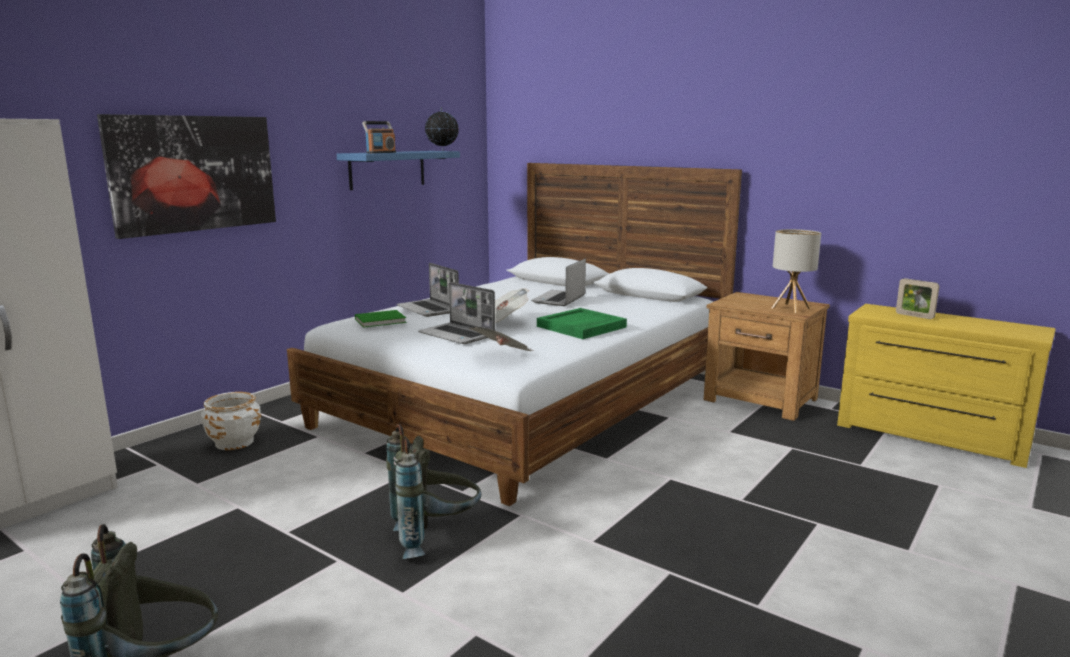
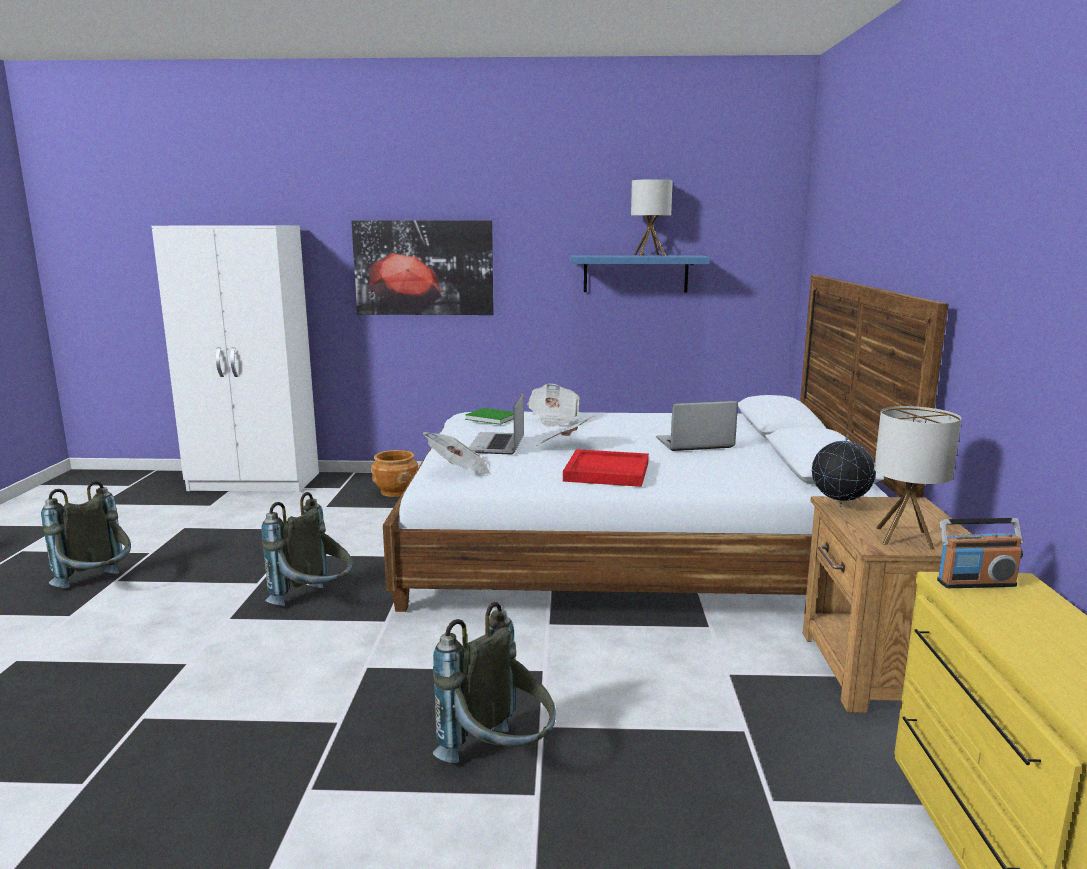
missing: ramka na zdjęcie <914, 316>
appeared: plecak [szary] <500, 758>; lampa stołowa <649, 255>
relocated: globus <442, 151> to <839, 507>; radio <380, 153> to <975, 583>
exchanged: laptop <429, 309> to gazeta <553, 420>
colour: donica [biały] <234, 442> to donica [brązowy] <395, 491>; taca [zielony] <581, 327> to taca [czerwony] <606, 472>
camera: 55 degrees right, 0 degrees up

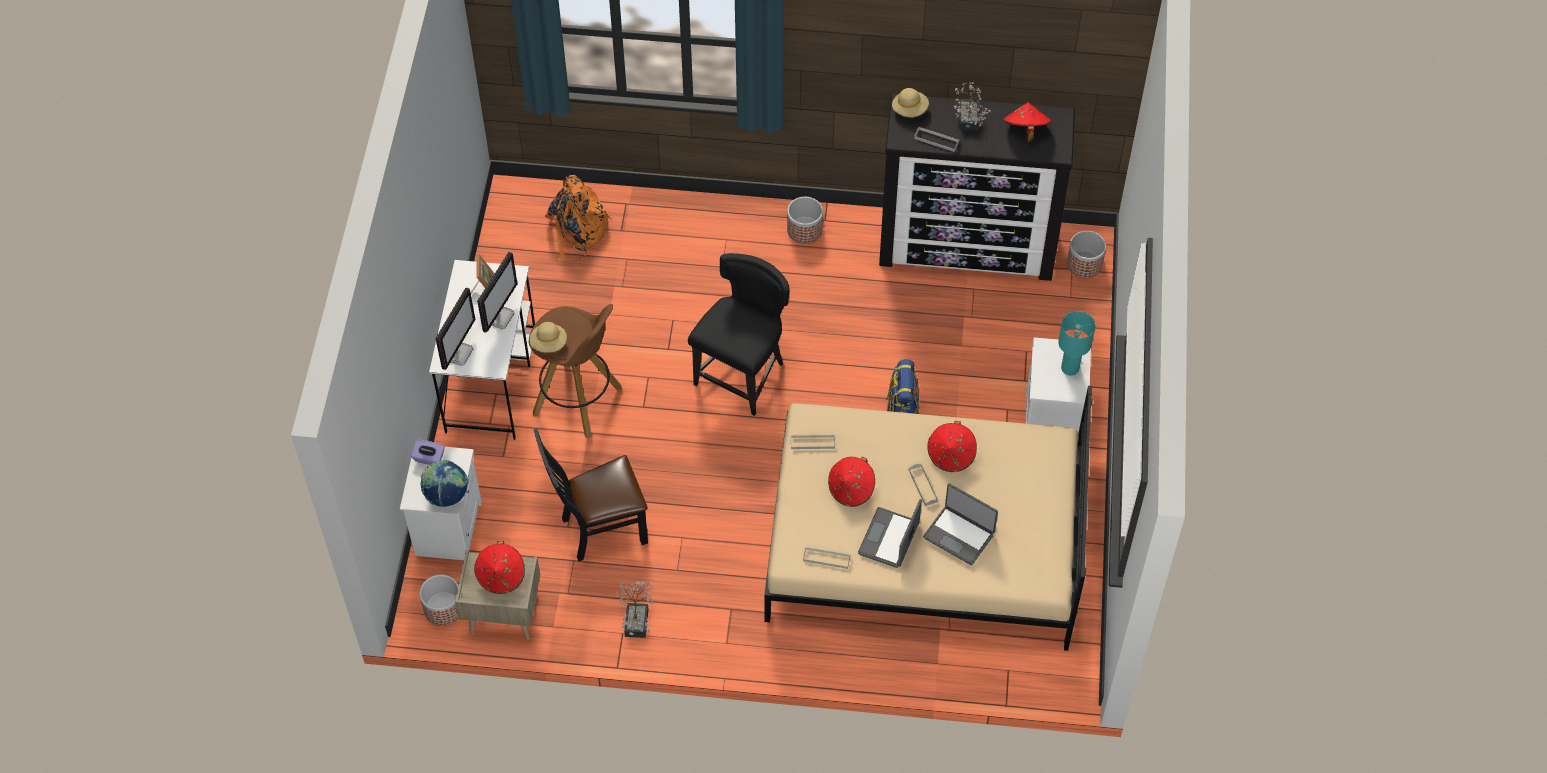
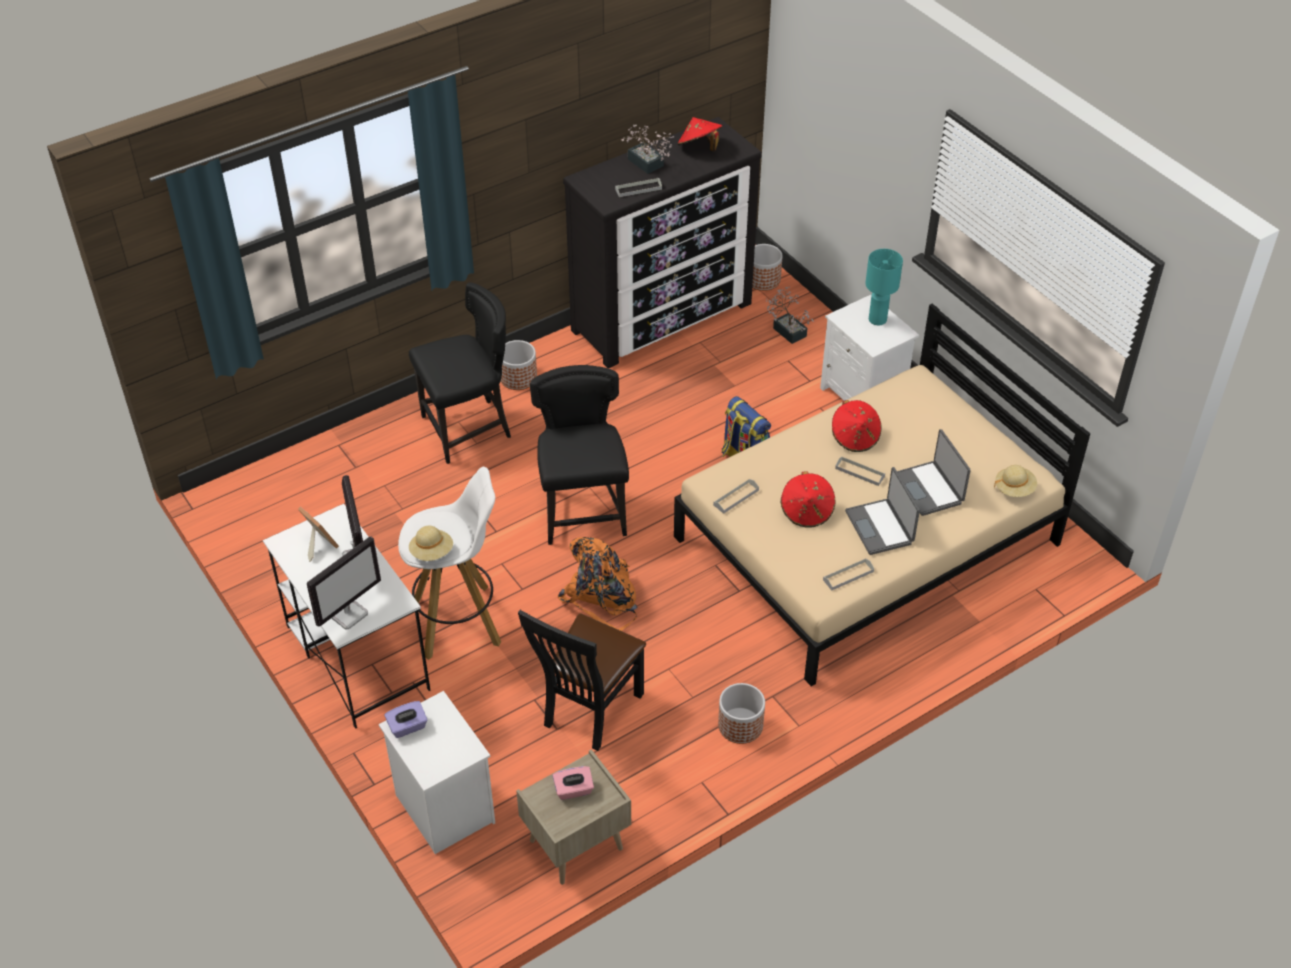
missing: globus <447, 496>
appeared: krzesło [czarny] <469, 429>
relocated: plecak [pomarańczowy] <577, 231> to <602, 599>; donica <443, 608> to <740, 725>; roślina doniczkowa <637, 619> to <787, 330>; kapelusz [beżowy] <910, 109> to <1014, 489>
exchanged: kapelusz [czerwony] <501, 576> to pudełko chusteczek [różowy] <573, 790>
colour: stołek [brązowy] <579, 402> to stołek [biały] <459, 621>
spun: monitor <457, 352> = <348, 613> 60 degrees clockwise; laptop <959, 535> = <929, 489> 75 degrees clockwise
camera: 40 degrees left, 10 degrees down

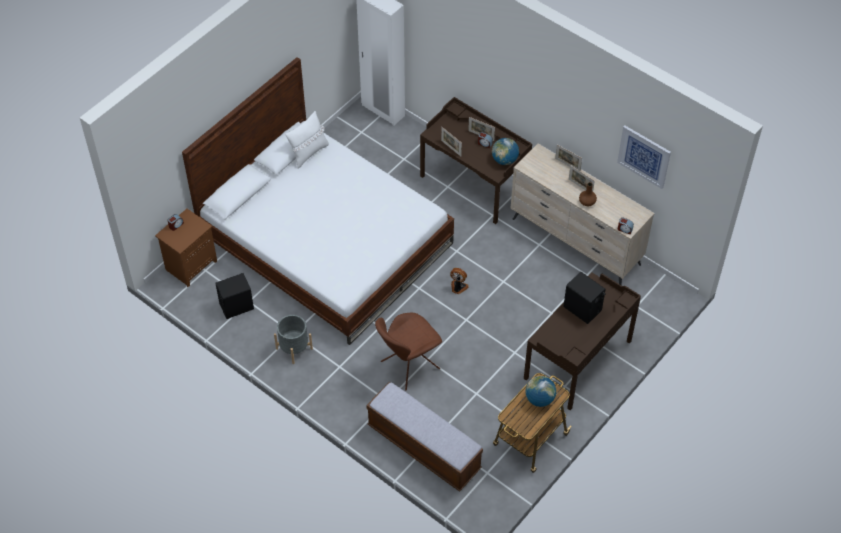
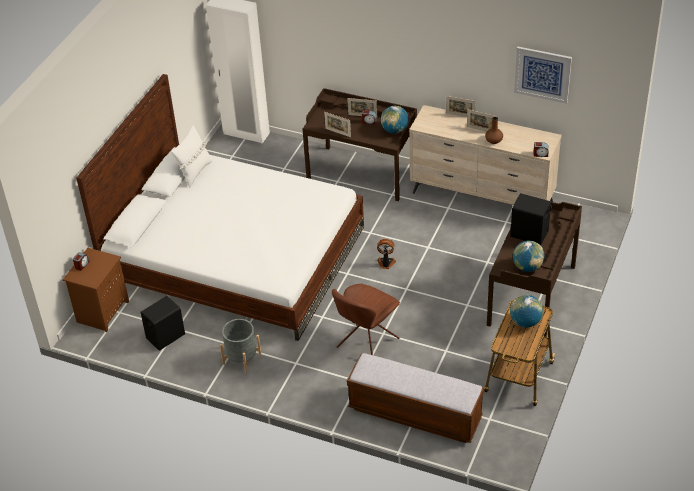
appeared: globus <527, 267>
camera: 15 degrees left, 10 degrees down

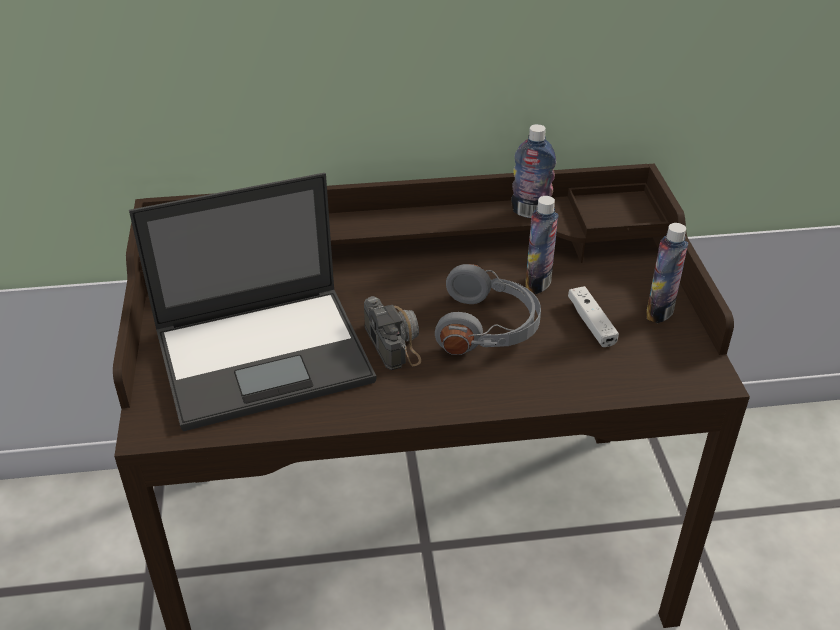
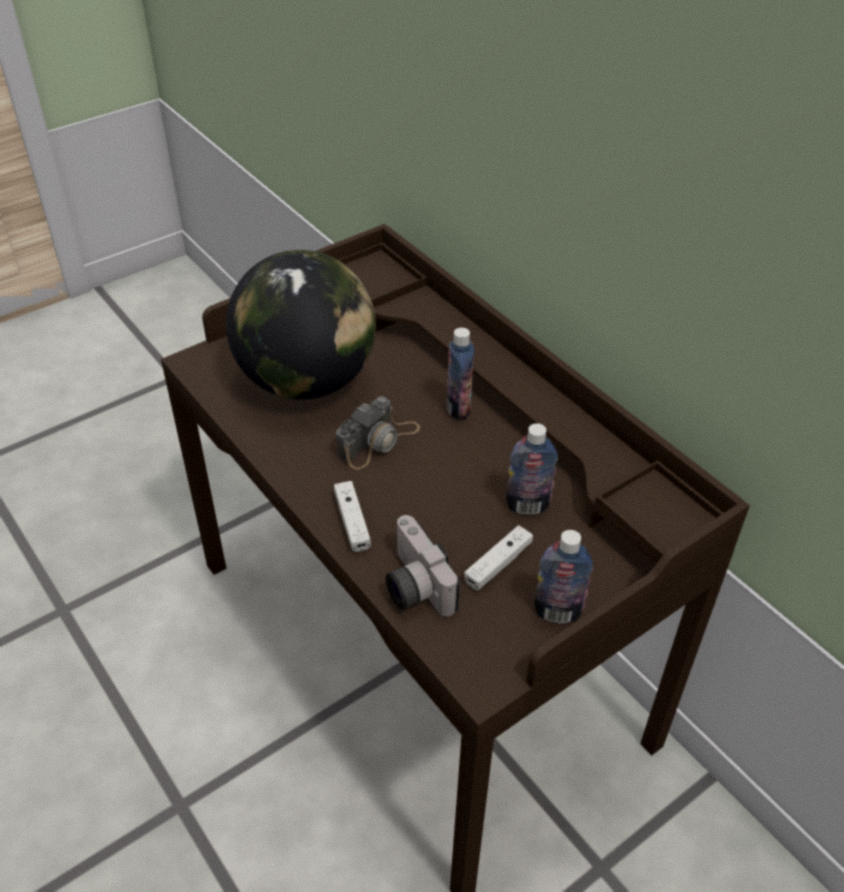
missing: słuchawki [szary] <488, 328>
appeared: pad do gier [biały] <352, 522>; aparat fotograficzny <412, 586>
relocated: butelka <530, 212> to <458, 408>
exchanged: laptop <266, 355> to globus <306, 381>
camera: 60 degrees right, 5 degrees up

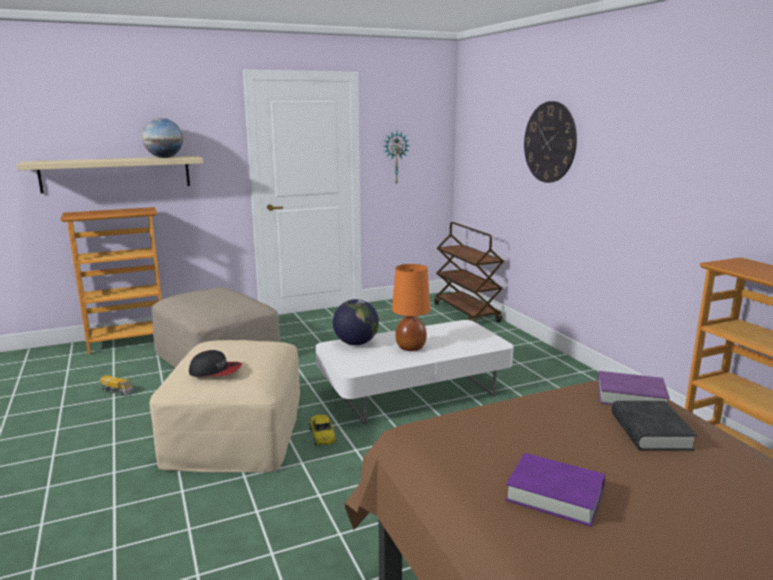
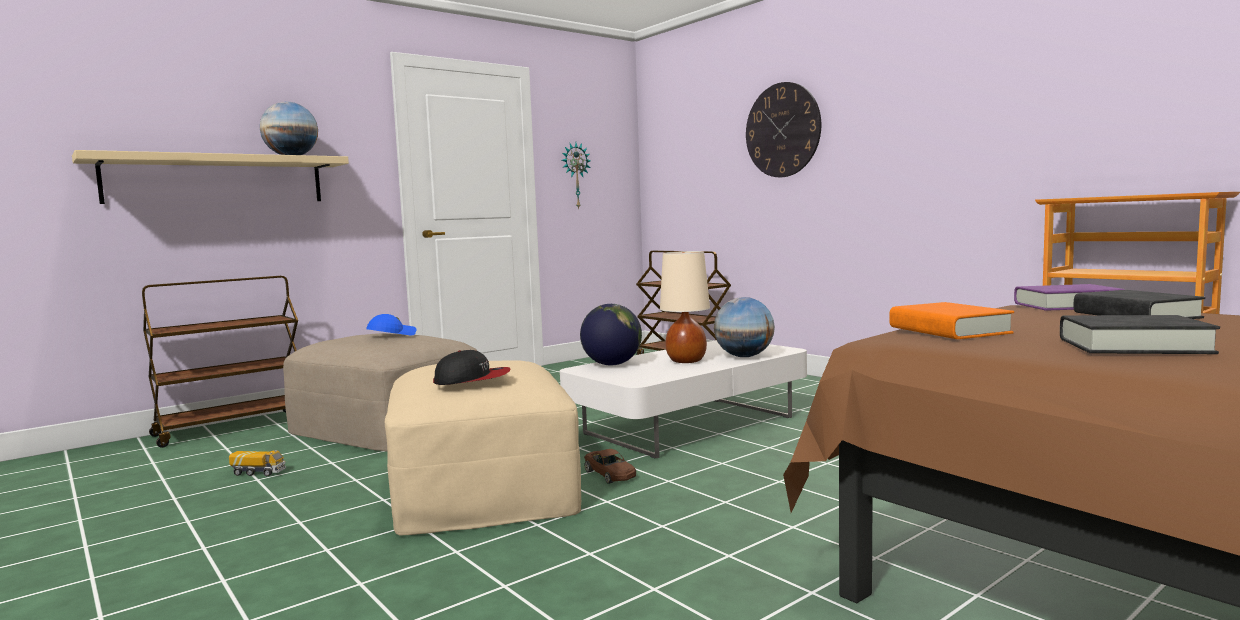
appeared: czapka z daszkiem [niebieski] <392, 335>; globus <744, 356>; książka [pomarańczowy] <948, 330>
exchanged: regał <128, 342> to wózek [brązowy] <232, 427>
colour: samochodzik [żółty] <322, 435> to samochodzik [brązowy] <609, 474>; lampa stołowa [pomarańczowy] <411, 347> to lampa stołowa [beżowy] <686, 361>; książka [fioletowy] <555, 494> to książka [czarny] <1133, 346>
camera: 15 degrees left, 10 degrees down

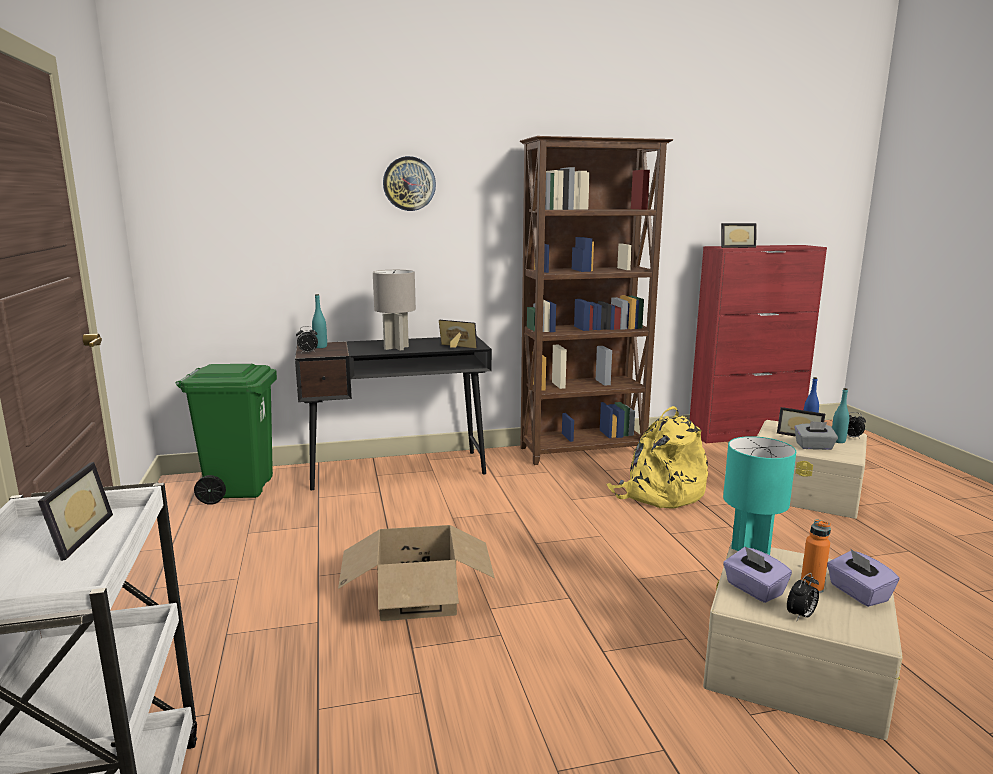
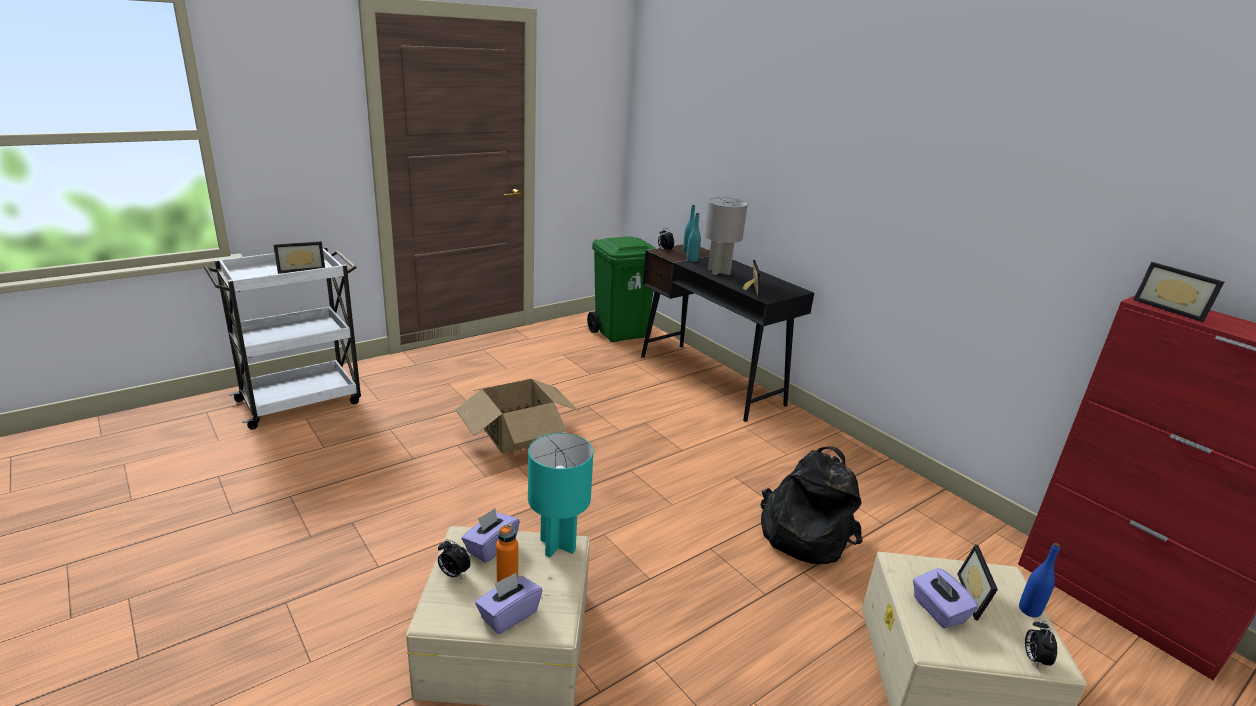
missing: zegar ścienny <409, 183>; regał [brązowy] <584, 451>
relocated: butelka [turkusowy] <838, 441> to <692, 260>
colour: plecak [żółty] <659, 494> to plecak [czarny] <802, 533>; pudełko chusteczek [szary] <814, 447> to pudełko chusteczek [fioletowy] <938, 610>
camera: 65 degrees right, 10 degrees up

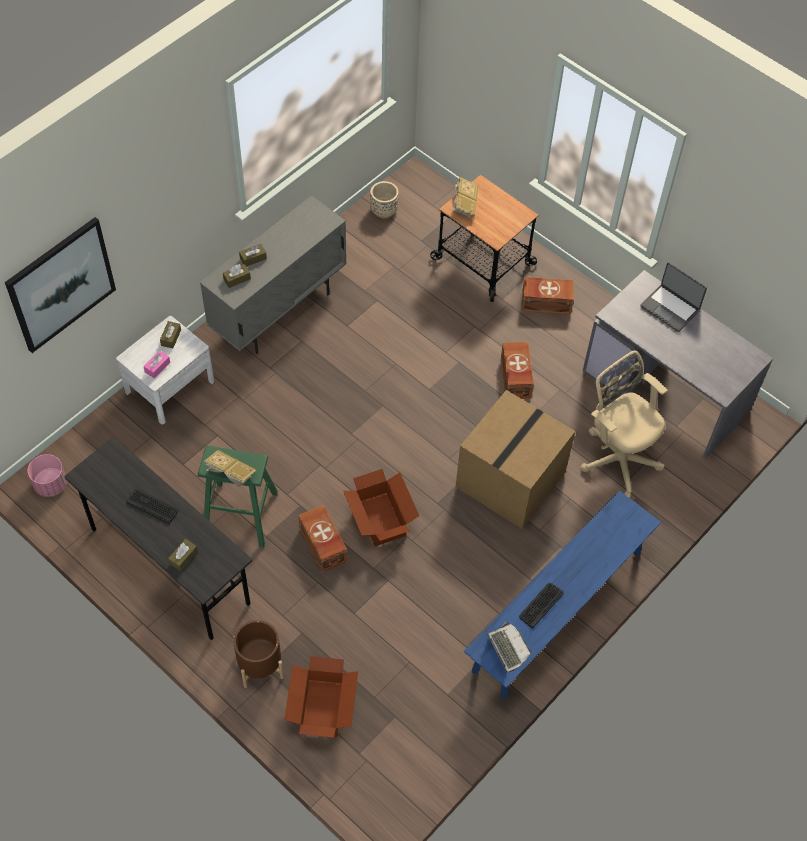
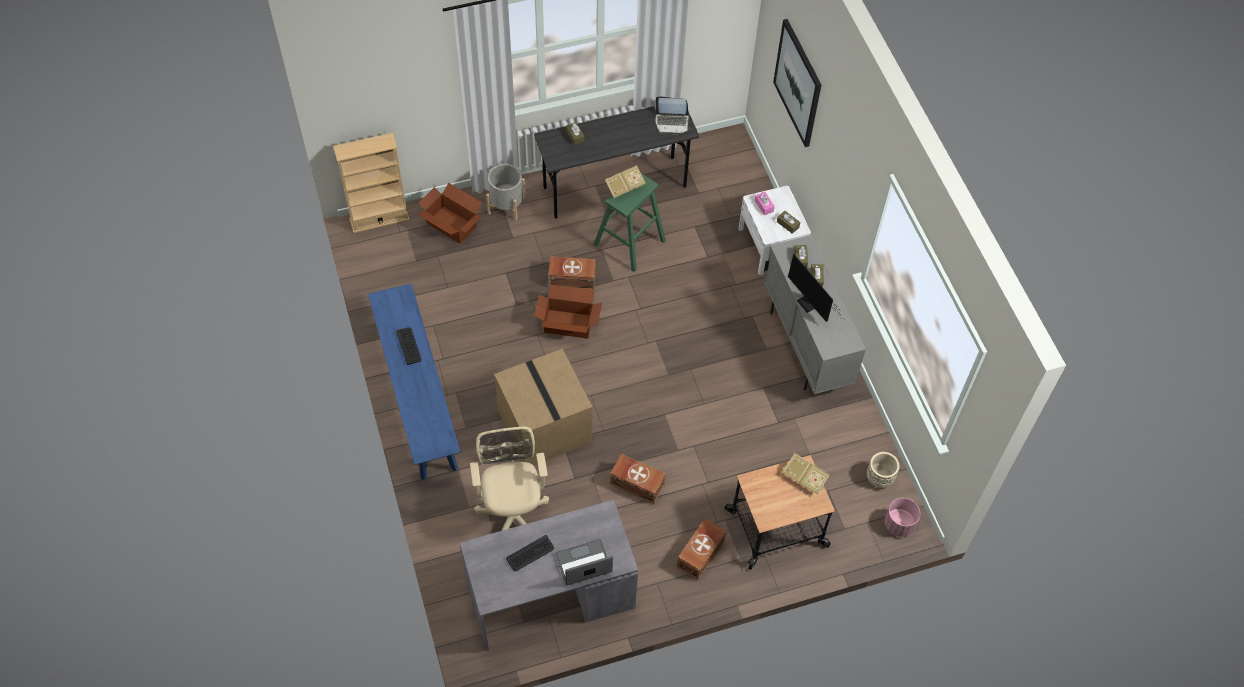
appeared: regał [beżowy] <379, 219>; monitor <810, 305>
relocated: klawiatura <152, 506> to <530, 553>; laptop <506, 648> to <672, 122>; donica [różowy] <50, 484> to <899, 524>
colour: donica [brązowy] <260, 664> to donica [szary] <507, 205>
spun: krzesło biurowe [beżowy] <617, 457> = <513, 515> 90 degrees counterclockwise
camera: 120 degrees right, 0 degrees up

